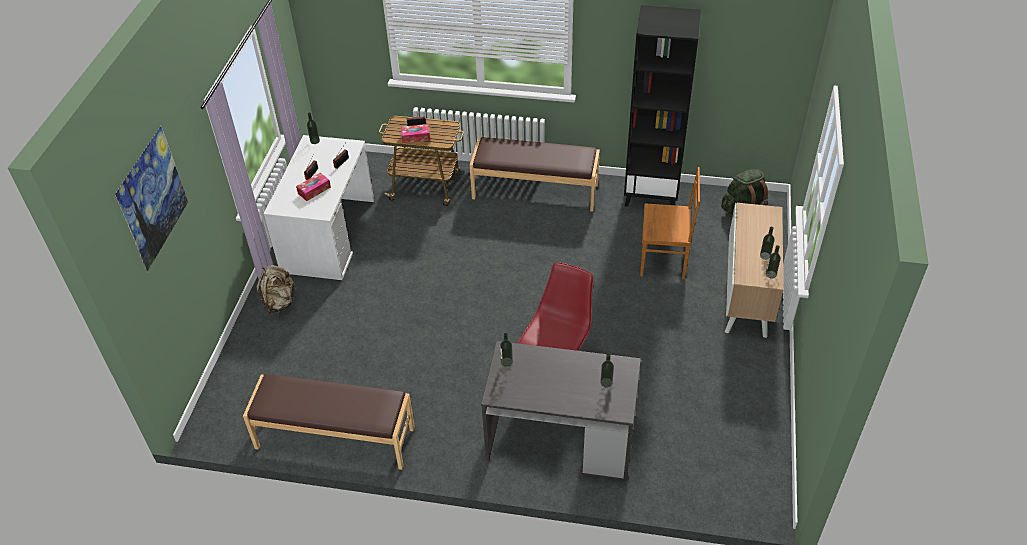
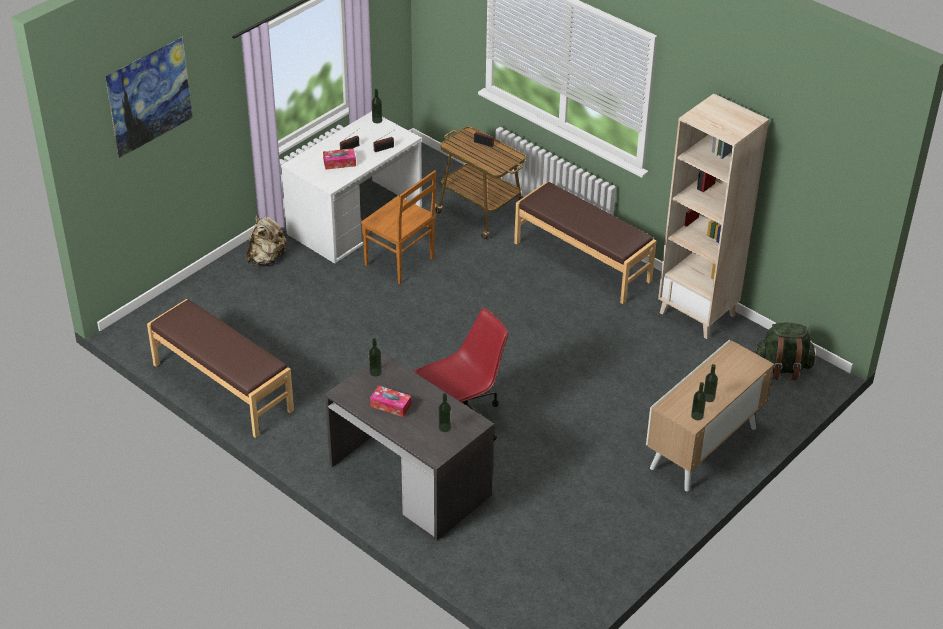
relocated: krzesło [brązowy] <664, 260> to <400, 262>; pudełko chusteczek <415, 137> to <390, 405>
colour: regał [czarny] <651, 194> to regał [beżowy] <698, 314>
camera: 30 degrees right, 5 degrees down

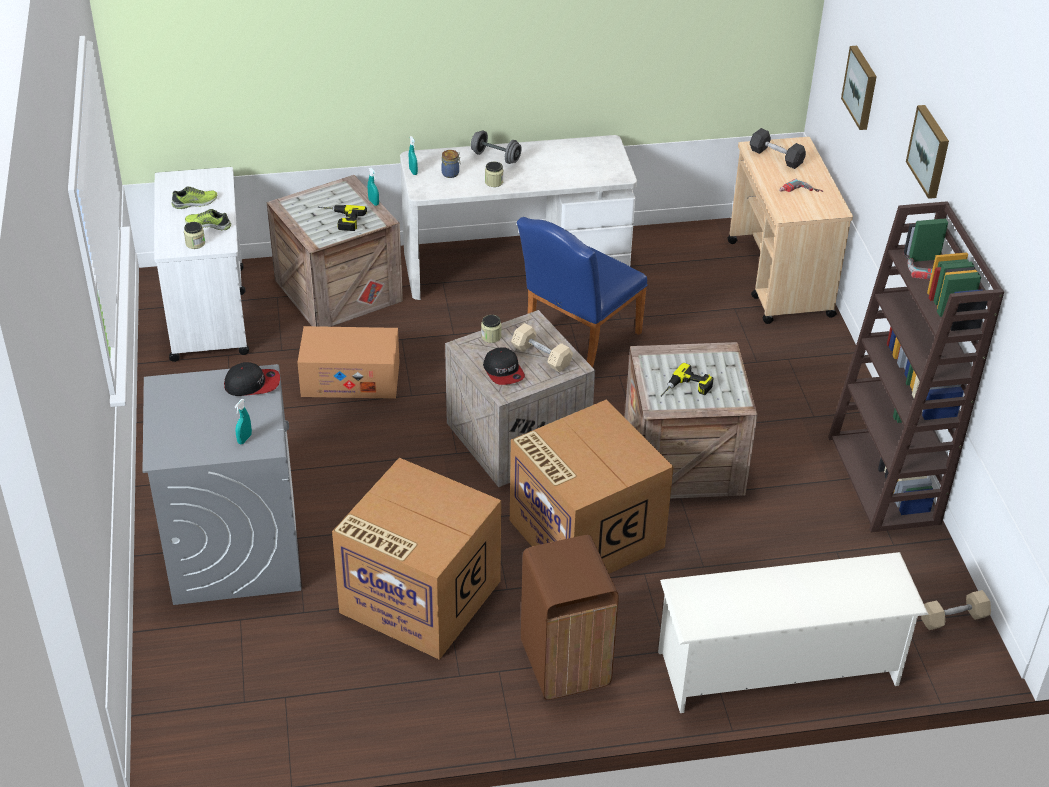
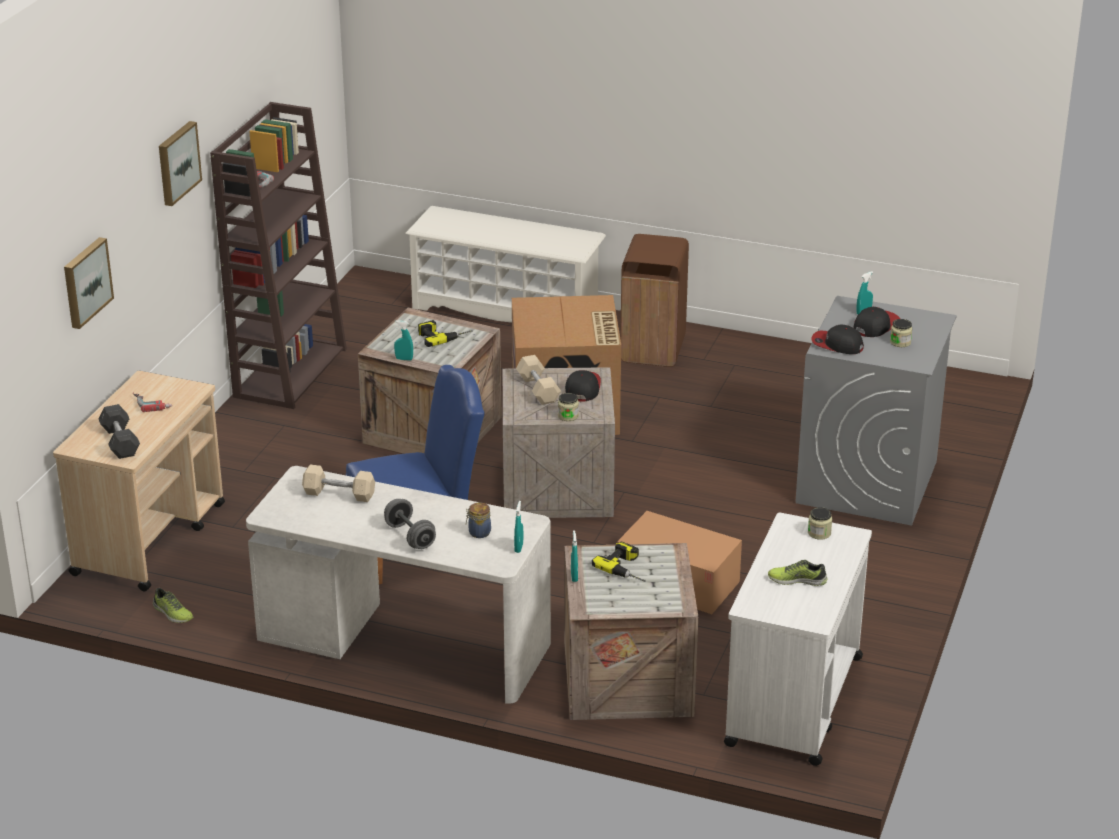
missing: karton <418, 597>
appeared: spryskiwacz [turkusowy] <404, 359>; czapka z daszkiem <876, 326>
relocated: but <208, 224> to <172, 613>; hantel [beżowy] <953, 618> to <339, 494>; słoik <494, 182> to <900, 342>
camera: 150 degrees left, 10 degrees down

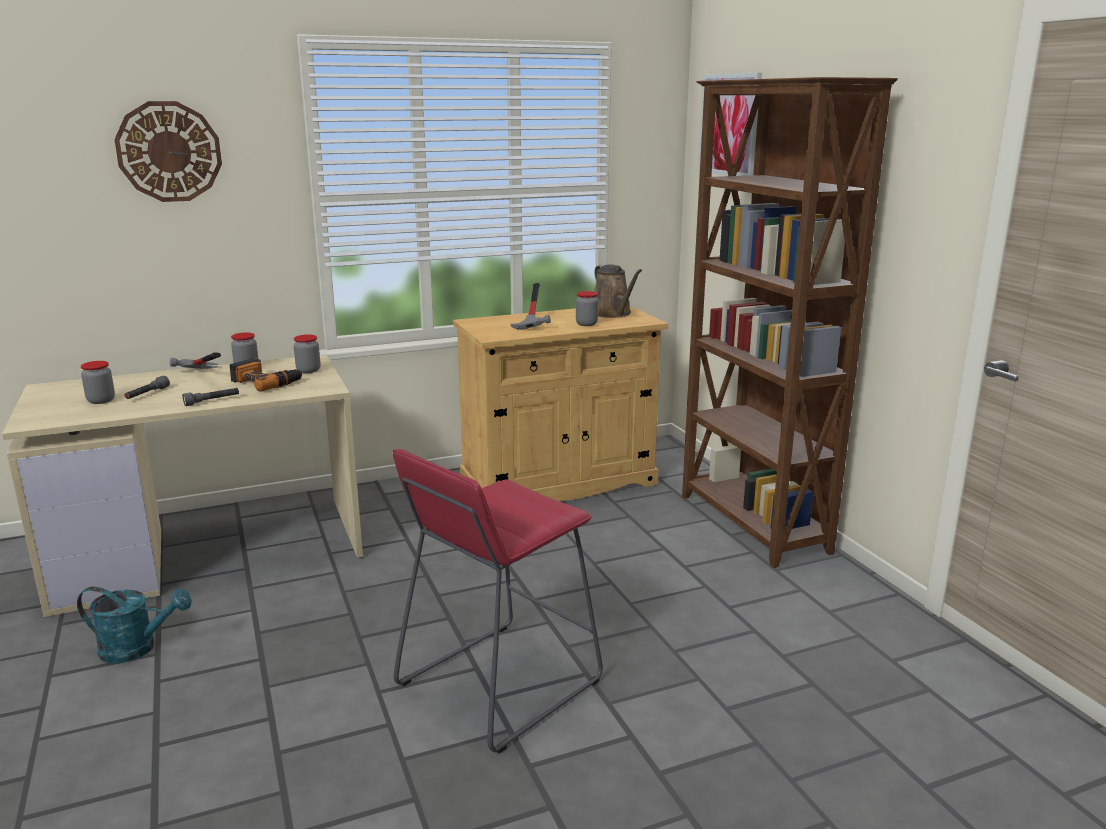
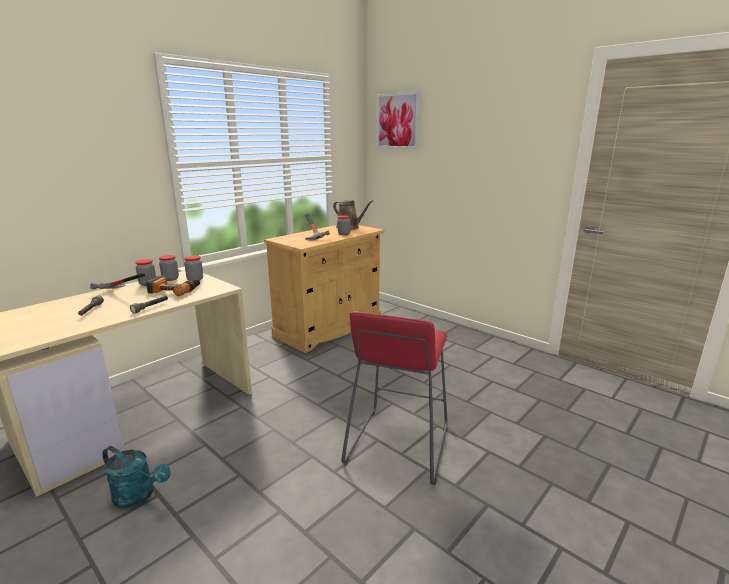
missing: zegar ścienny <169, 152>; regał [brązowy] <752, 524>
relocated: słoik <101, 400> to <170, 279>
spun: konewka [turkusowy] <137, 648> = <139, 496> 45 degrees clockwise
camera: 25 degrees left, 0 degrees up

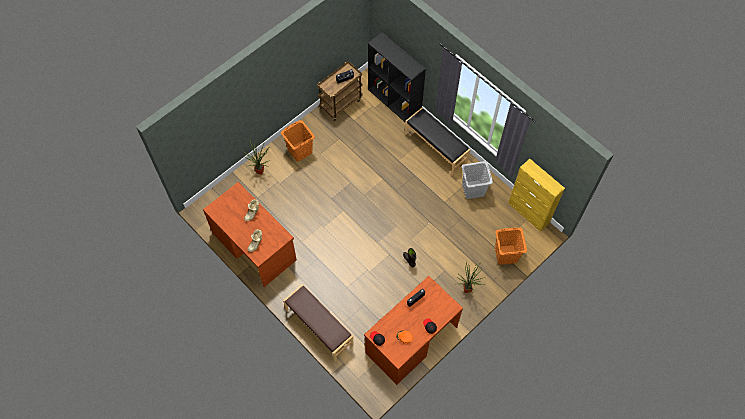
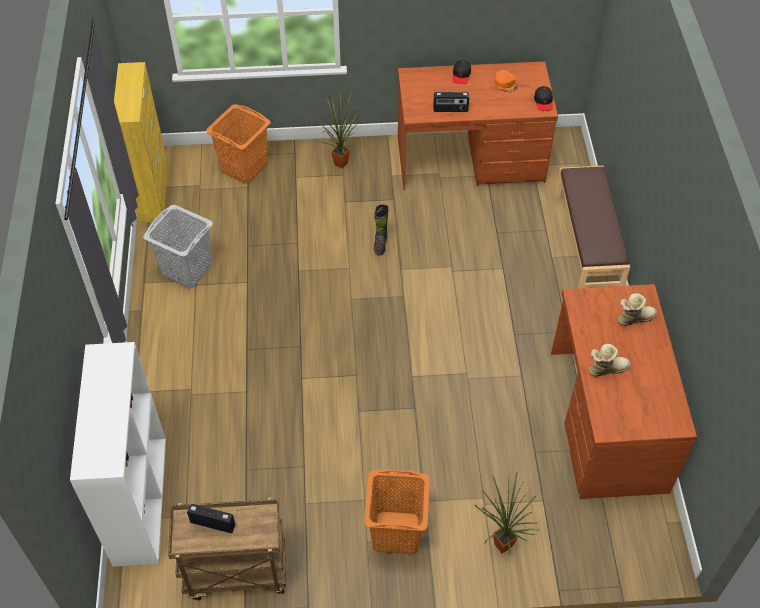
missing: ławka [czarny] <436, 147>
colour: regał [czarny] <395, 101> to regał [biały] <139, 499>
camera: 140 degrees left, 10 degrees down

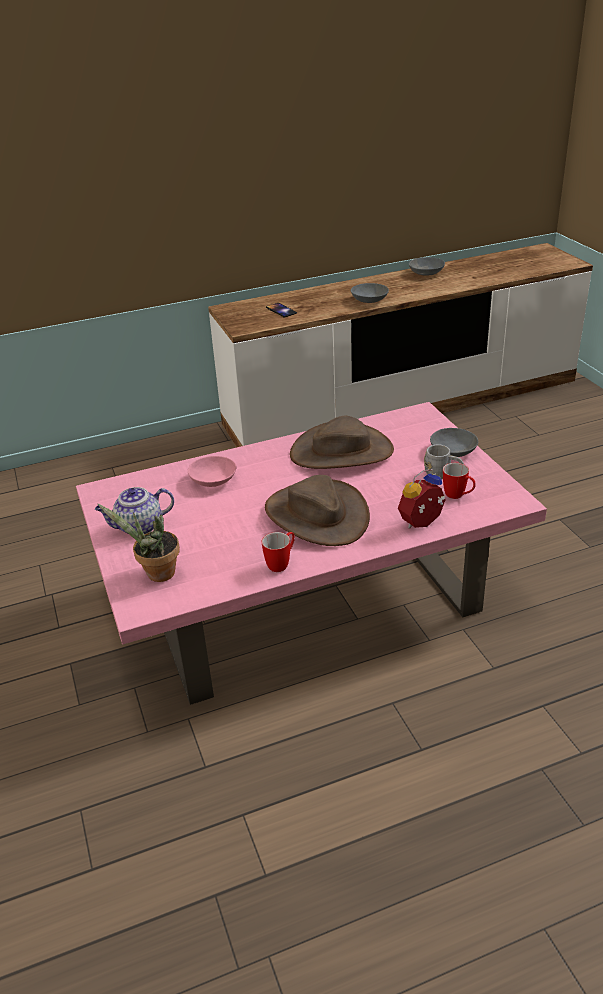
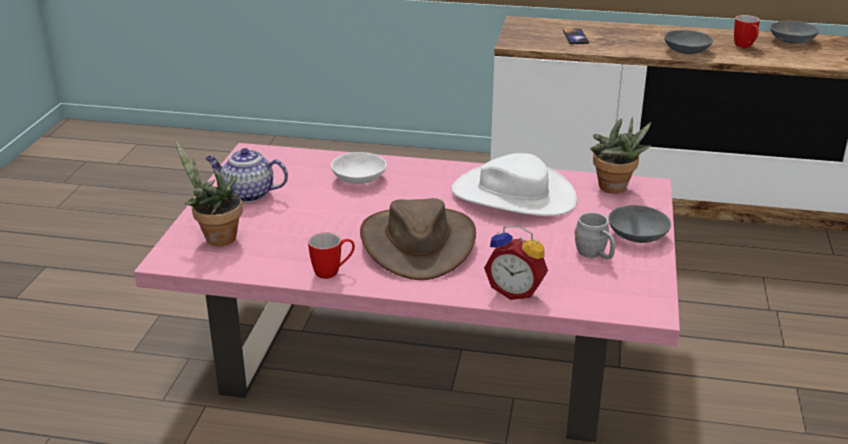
appeared: roślina doniczkowa <614, 189>
relocated: kubek <458, 496> to <745, 47>
colour: miska [różowy] <214, 480> to miska [biały] <359, 178>; kapelusz [brązowy] <341, 452> to kapelusz [biały] <513, 195>
spun: budzik <423, 524> = <516, 291> 150 degrees counterclockwise
camera: 30 degrees right, 5 degrees down

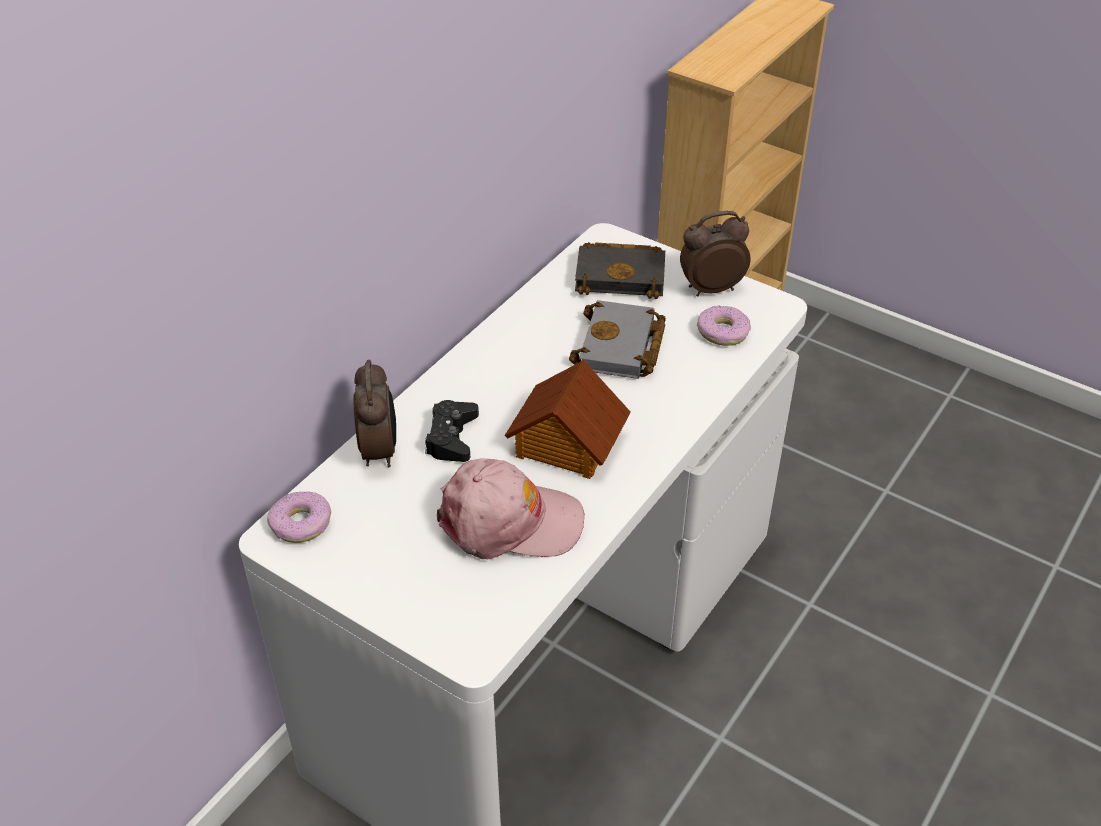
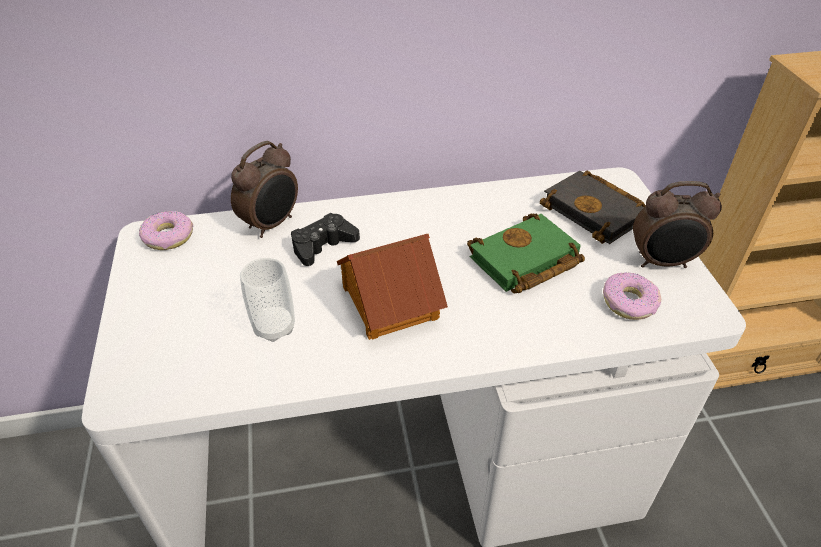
exchanged: czapka z daszkiem [różowy] <509, 521> to filiżanka <274, 327>
colour: książka [szary] <621, 348> to książka [zielony] <524, 262>
spun: budzik <710, 288> = <662, 262> 150 degrees clockwise
camera: 45 degrees right, 0 degrees up

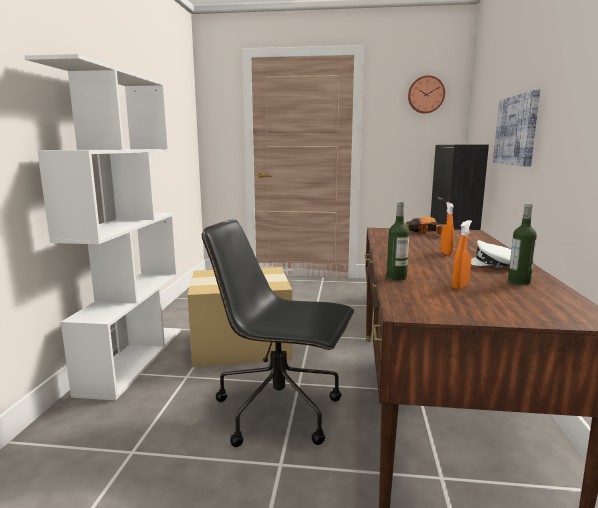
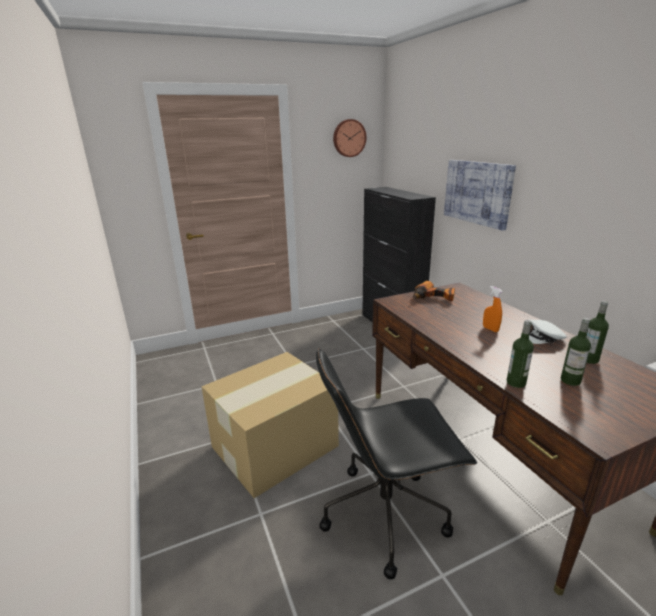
missing: regał [biały] <133, 358>
exchanged: spryskiwacz [pomarańczowy] <460, 286> to butelka <570, 381>
camera: 30 degrees left, 10 degrees up

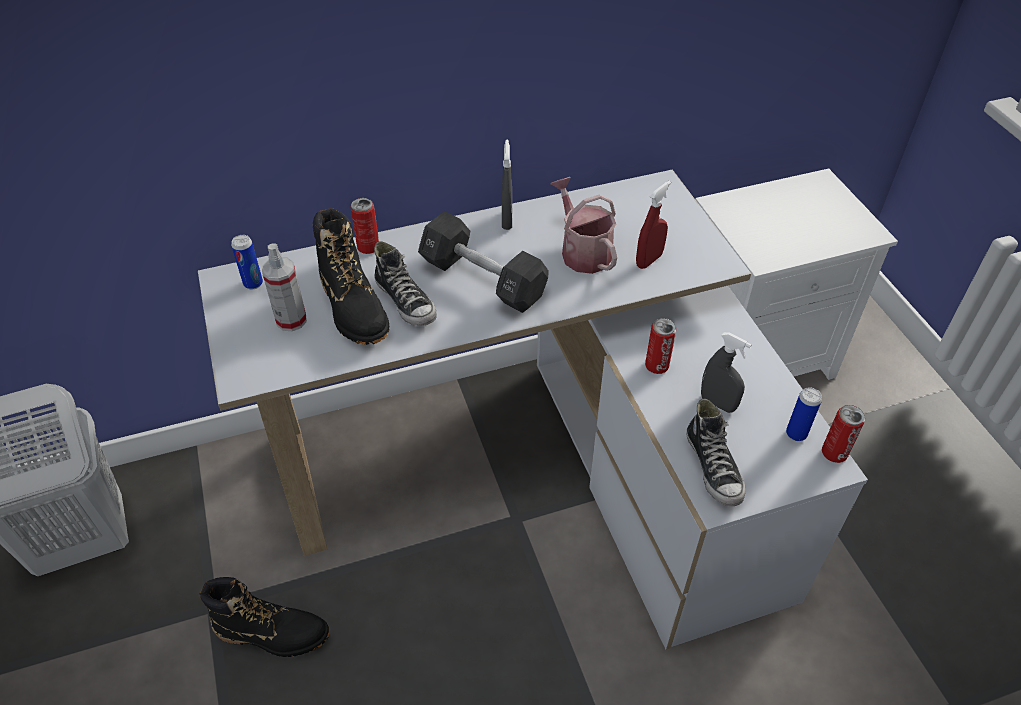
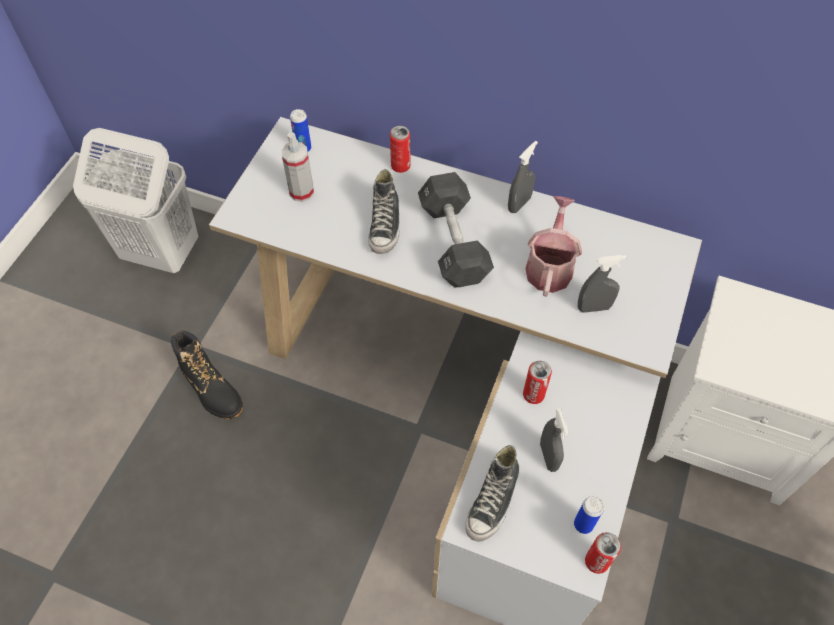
missing: but z cholewką [czarny] <354, 308>
colour: spryskiwacz [czerwony] <649, 260> to spryskiwacz [szary] <594, 307>
camera: 40 degrees right, 10 degrees up

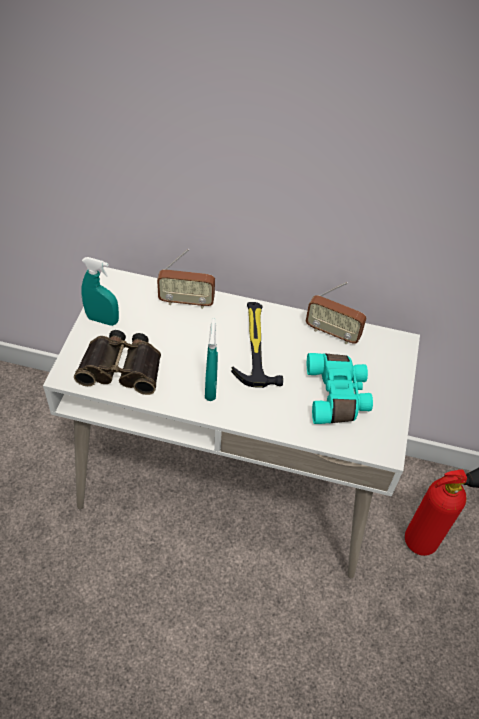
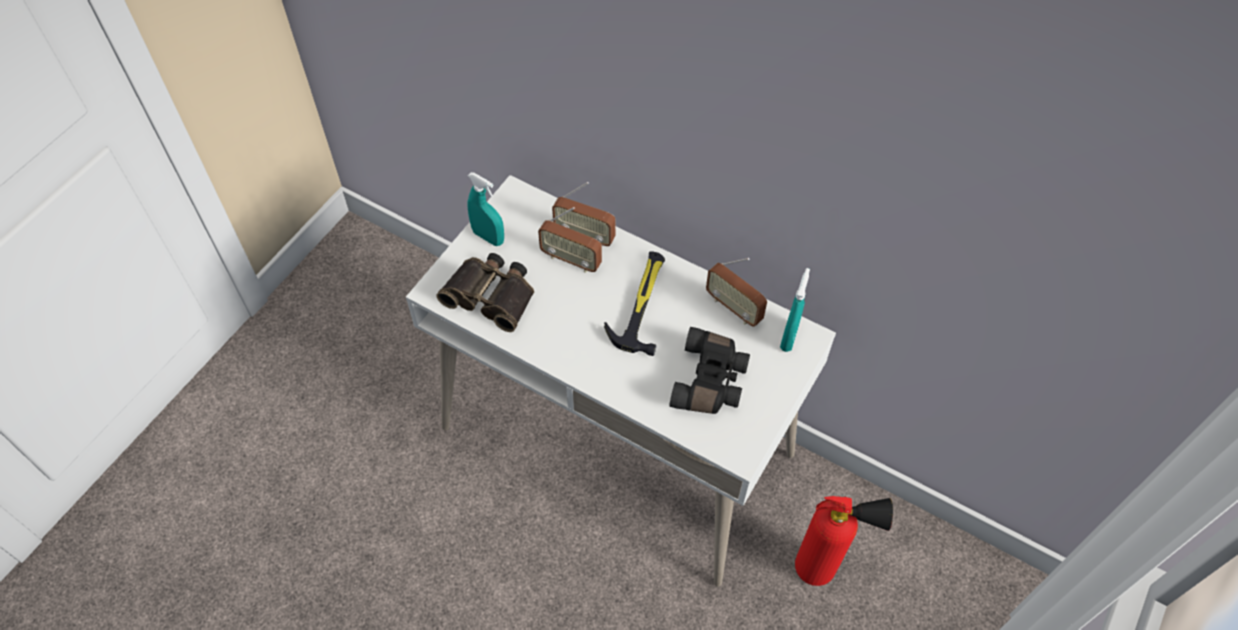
appeared: radio <571, 260>
relocated: spryskiwacz [turkusowy] <211, 388> to <789, 337>
colour: lornetka [turkusowy] <338, 395> to lornetka [czarny] <711, 381>
camera: 20 degrees right, 5 degrees up

